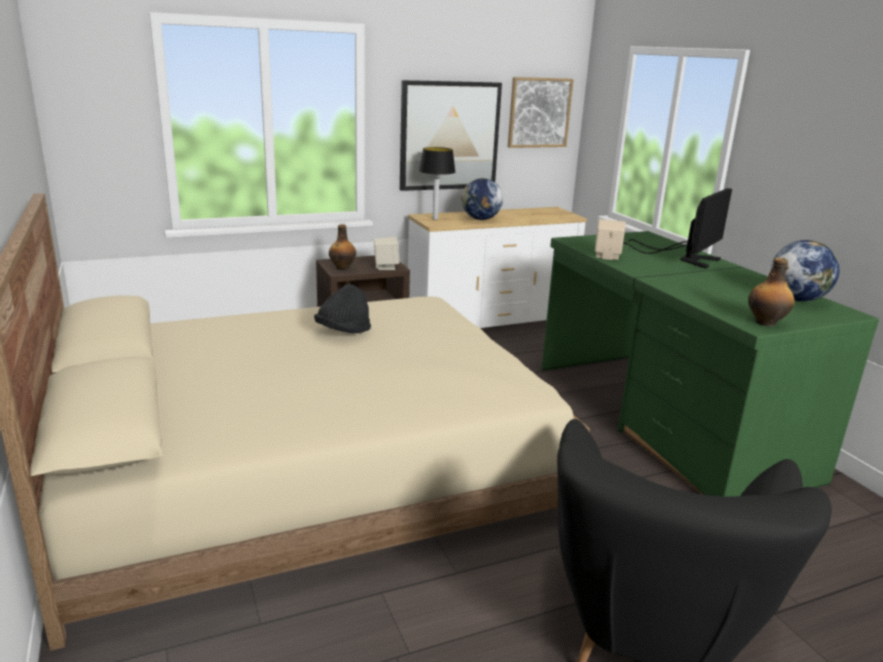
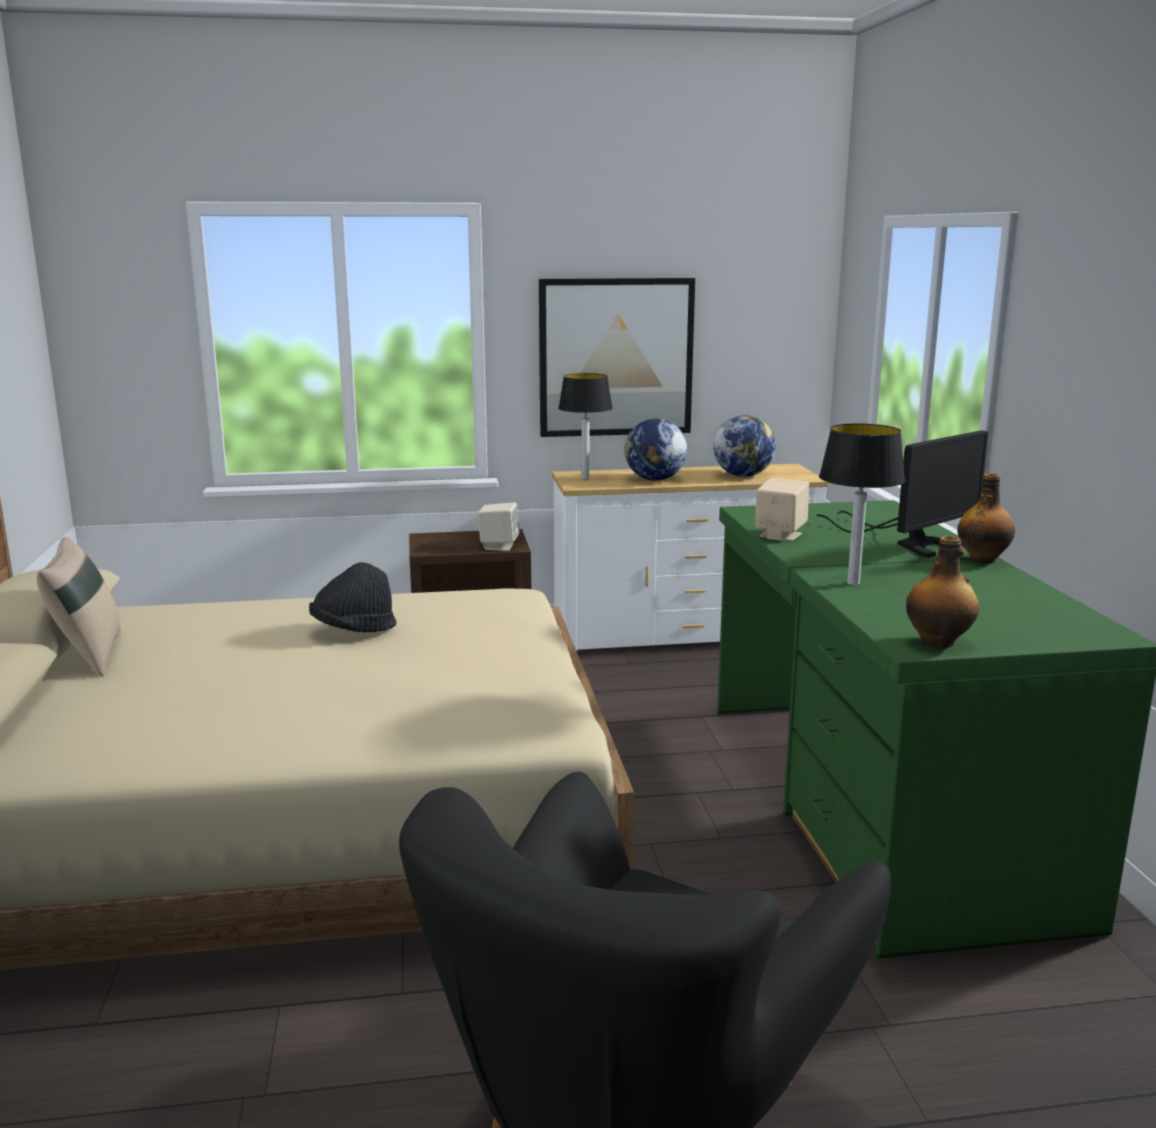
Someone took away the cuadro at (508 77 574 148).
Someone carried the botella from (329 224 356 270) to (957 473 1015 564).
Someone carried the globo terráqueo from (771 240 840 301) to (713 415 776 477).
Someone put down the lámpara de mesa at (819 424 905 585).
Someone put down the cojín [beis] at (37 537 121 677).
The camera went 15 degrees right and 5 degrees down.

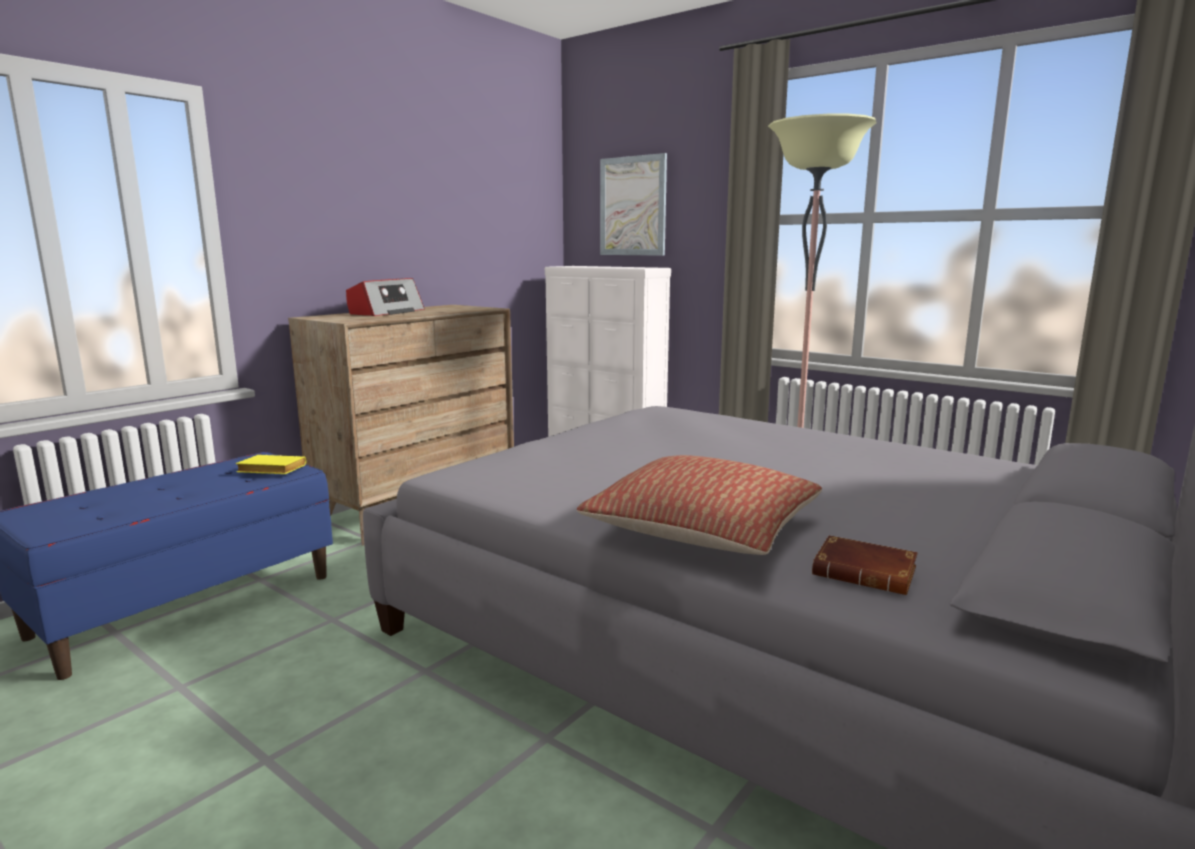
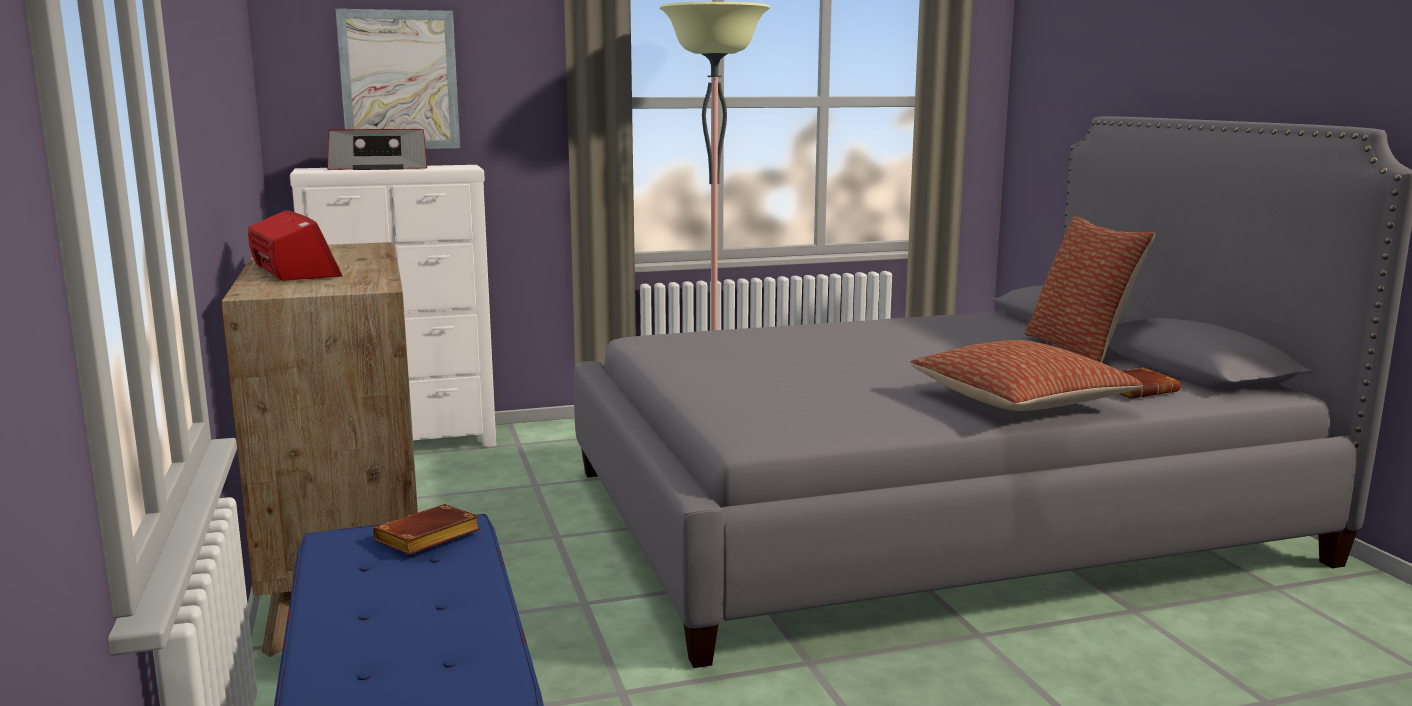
Someone repainted the libro [amarillo] at (236 455 306 474), which became the libro [marrón] at (373 504 480 555).
Someone put down the radio at (327 129 427 170).
Someone put down the cojín at (1025 216 1155 363).
The camera went 55 degrees left and 0 degrees up.

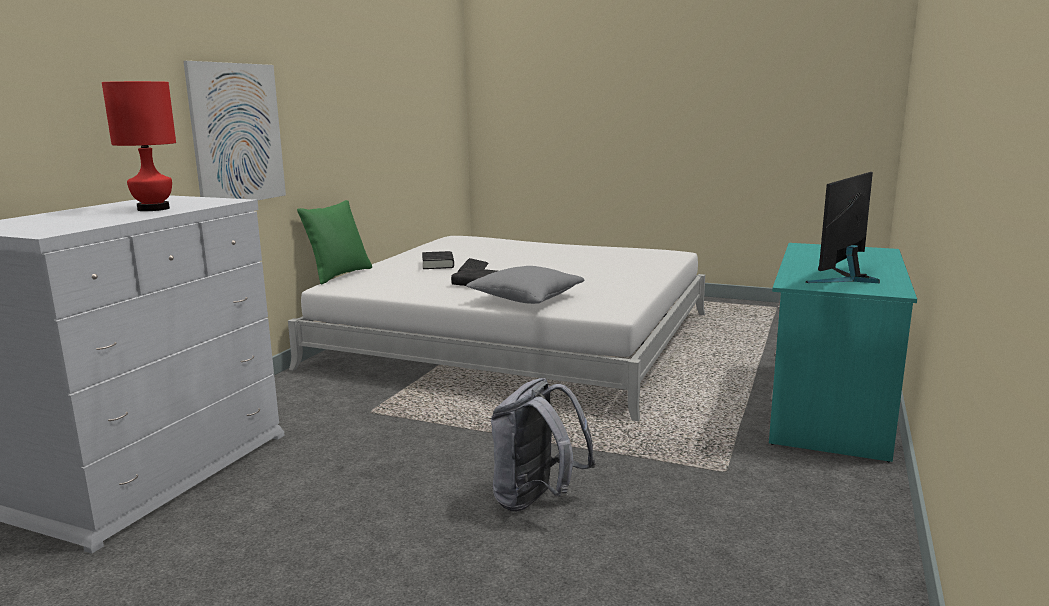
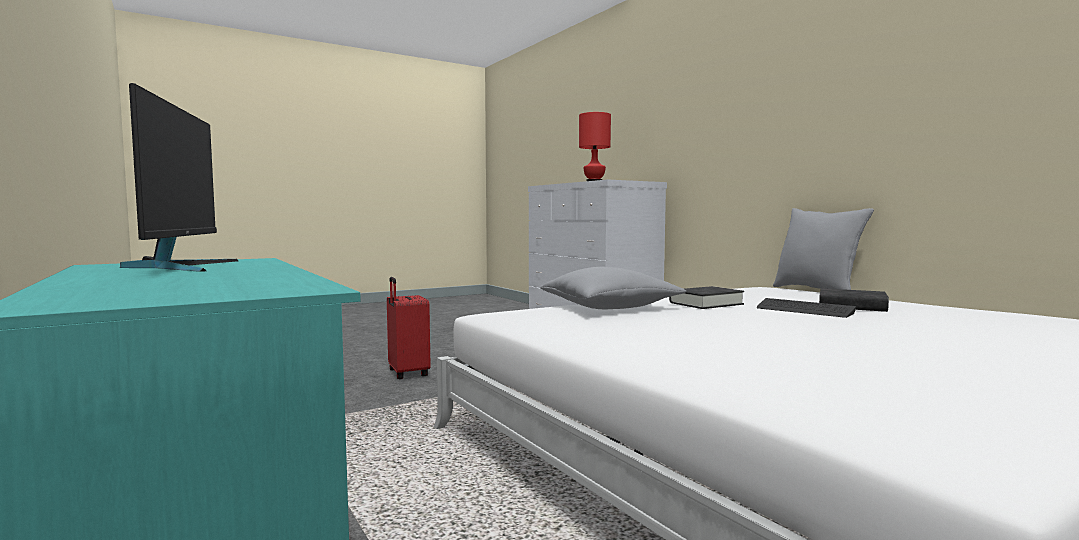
Someone took away the cuadro at (183 61 286 200).
Someone repainted the cojín [verde] at (297 200 372 284), which became the cojín [gris] at (773 208 874 290).
Someone swapped the mochila [gris] at (491 378 596 512) for the maleta [rojo] at (387 277 431 379).
The camera went 125 degrees right and 10 degrees down.

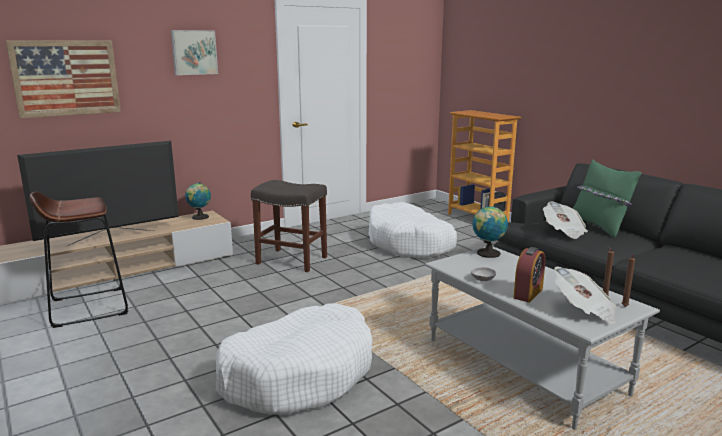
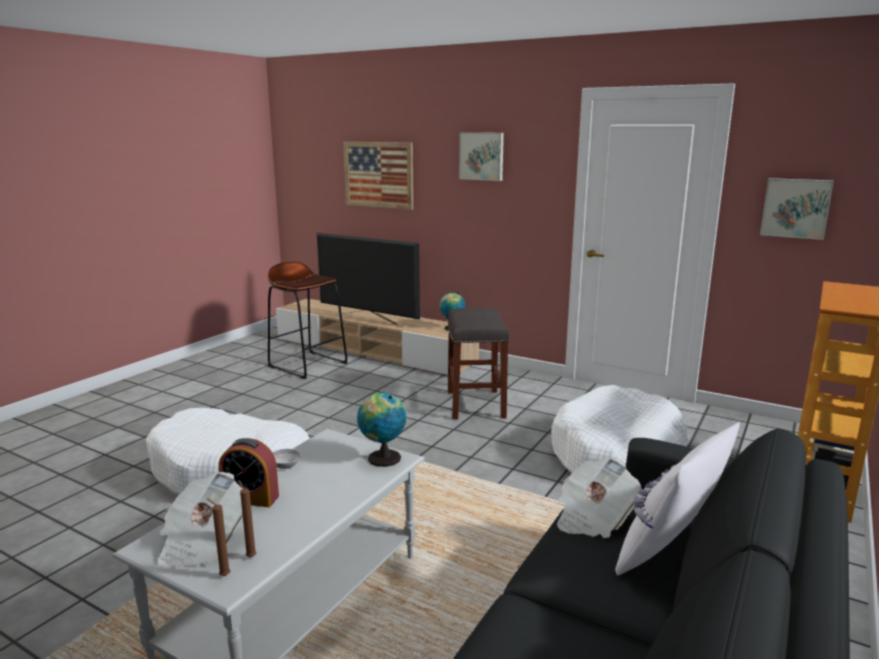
Someone repainted the cojín [verde] at (573 160 642 238), which became the cojín [blanco] at (615 422 740 575).
Someone put up the cuadro at (760 178 834 240).
The camera went 65 degrees right and 0 degrees up.

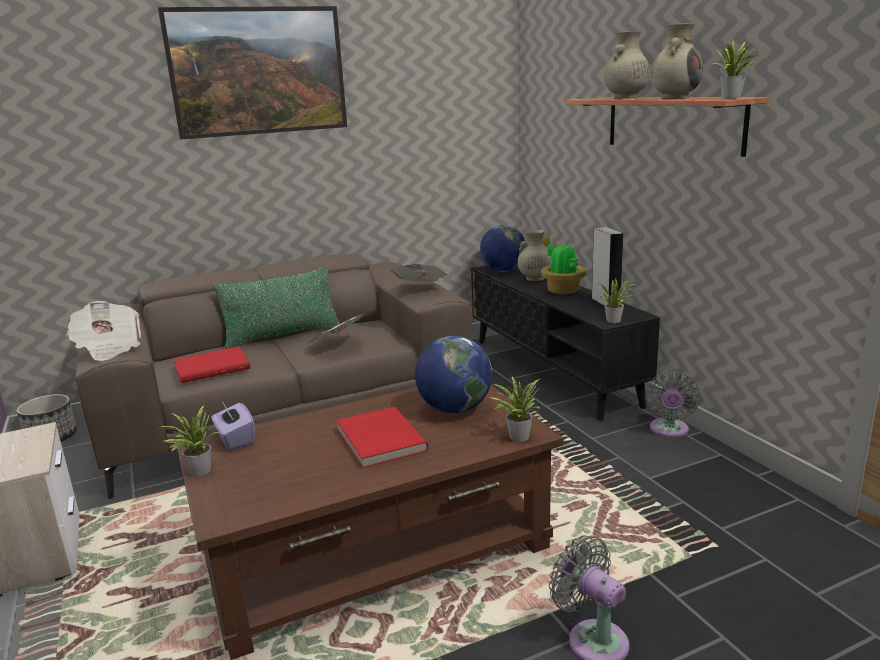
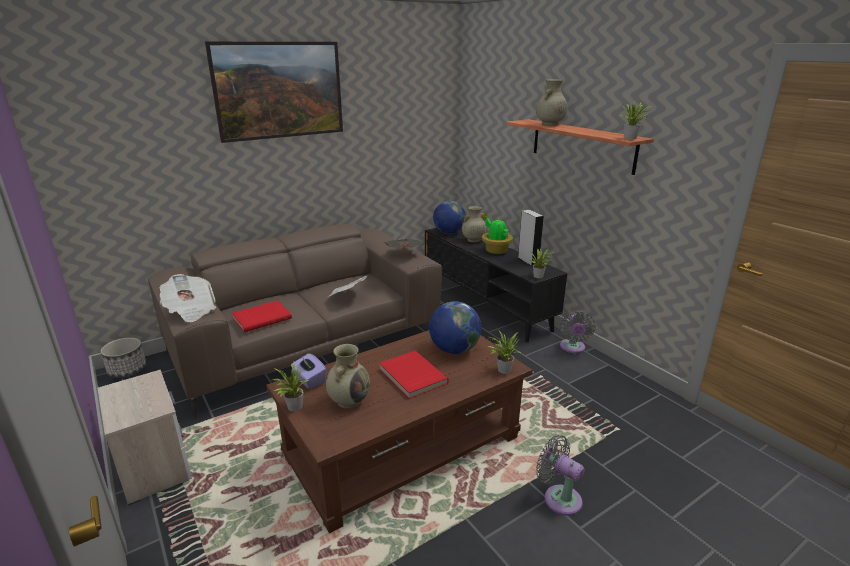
Someone carried the florero [beis] from (651 23 703 99) to (326 344 370 409).
Someone took away the cojín [verde] at (213 266 340 349).
The camera went 10 degrees left and 5 degrees up.

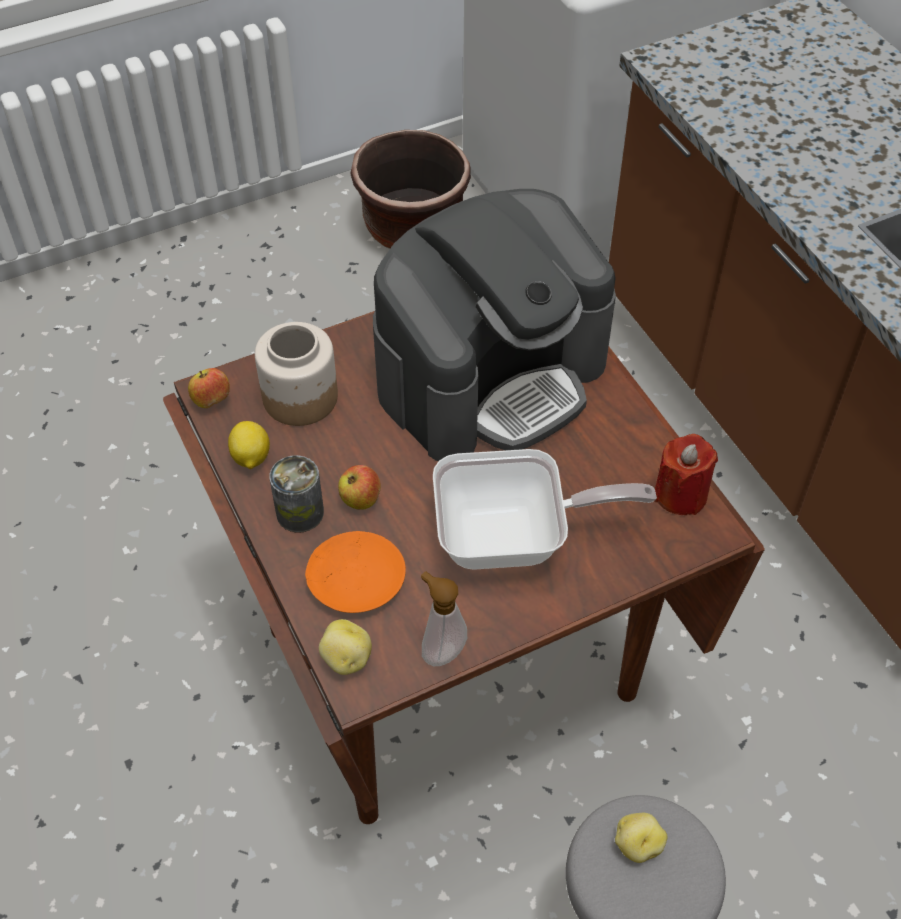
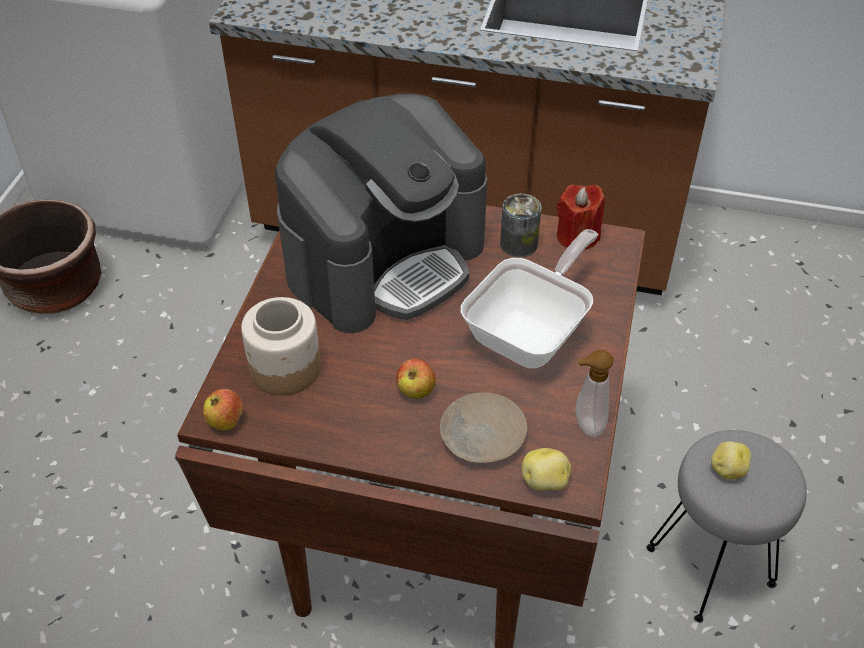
Someone rotated the cafetera at (373 189 616 461) by 45 degrees clockwise.
Someone took away the limón at (228 421 270 469).
Someone carried the lata from (269 455 324 533) to (500 194 542 257).
Someone repainted the plato [naranja] at (305 531 406 613), which became the plato [beis] at (440 392 527 463).
The camera went 50 degrees left and 5 degrees down.

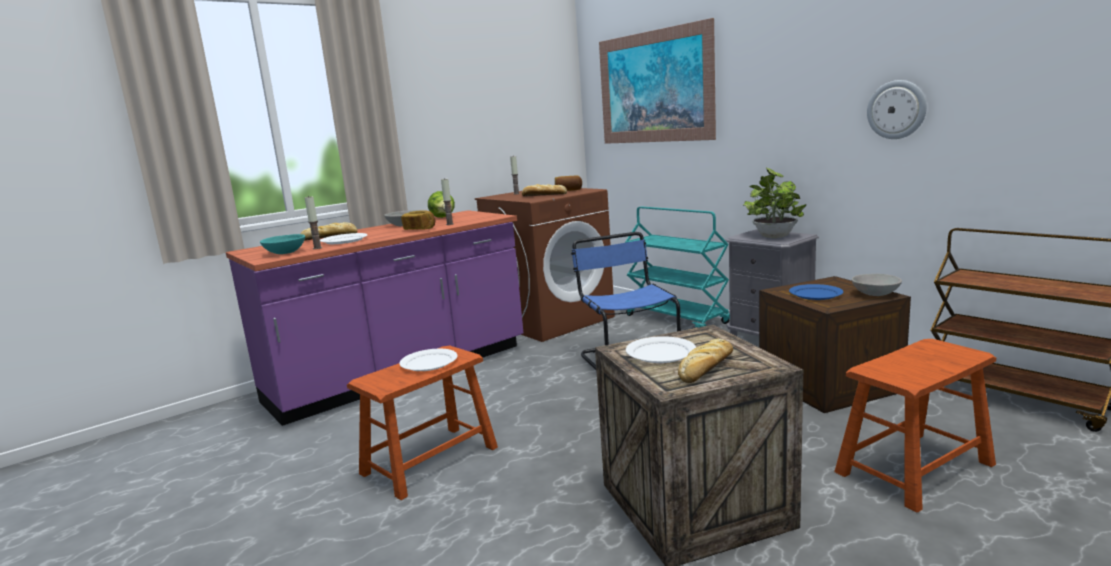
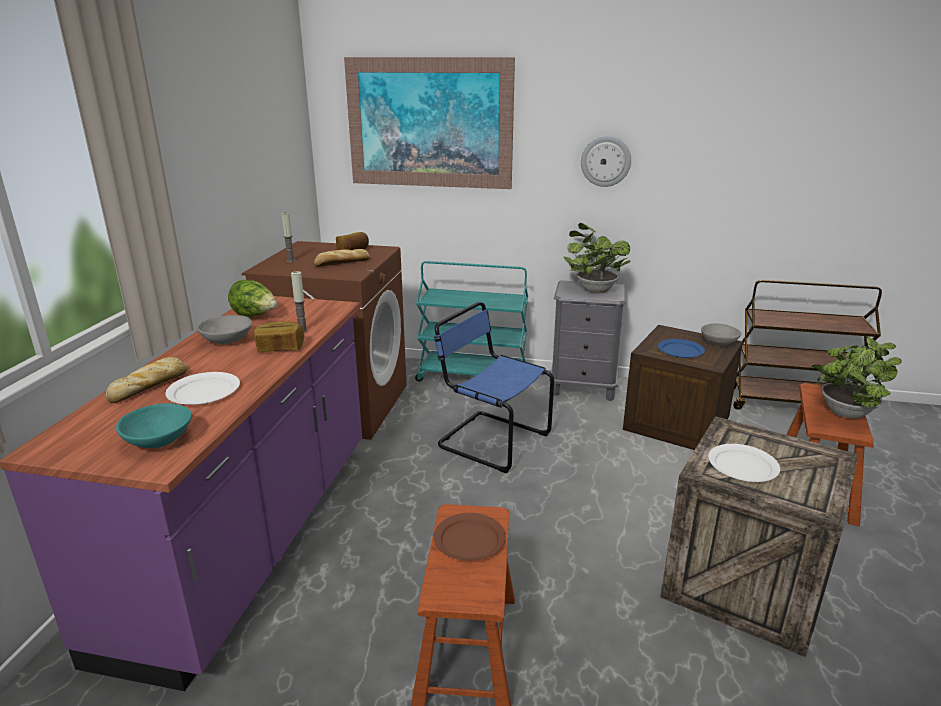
Someone carried the reloj de pared from (867 80 927 139) to (581 136 631 187).
Someone took away the vela at (305 195 322 249).
Someone took away the pan at (678 339 733 383).
Someone repainted the plato [blanco] at (399 349 458 371), which became the plato [marrón] at (434 513 506 561).
Someone put down the planta en maceta at (812 337 902 419).
The camera went 40 degrees left and 10 degrees up.

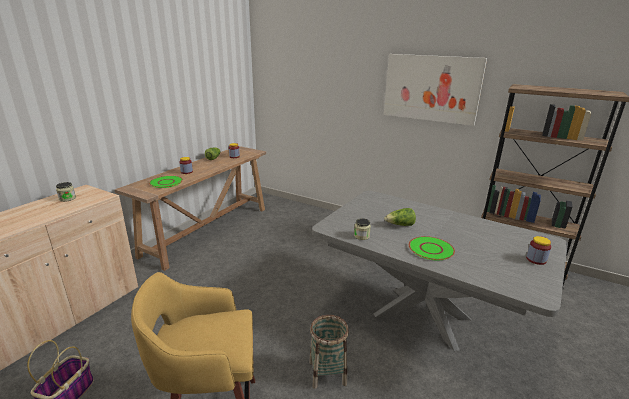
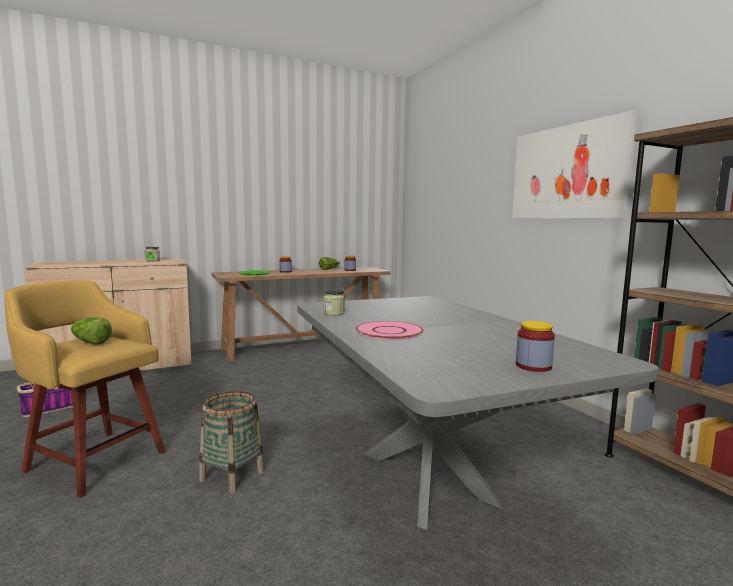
Someone carried the lechuga from (384 208 416 226) to (71 317 112 345).
Someone repainted the plato [verde] at (409 236 455 261), which became the plato [rosa] at (356 321 423 340).
The camera went 35 degrees right and 15 degrees down.

